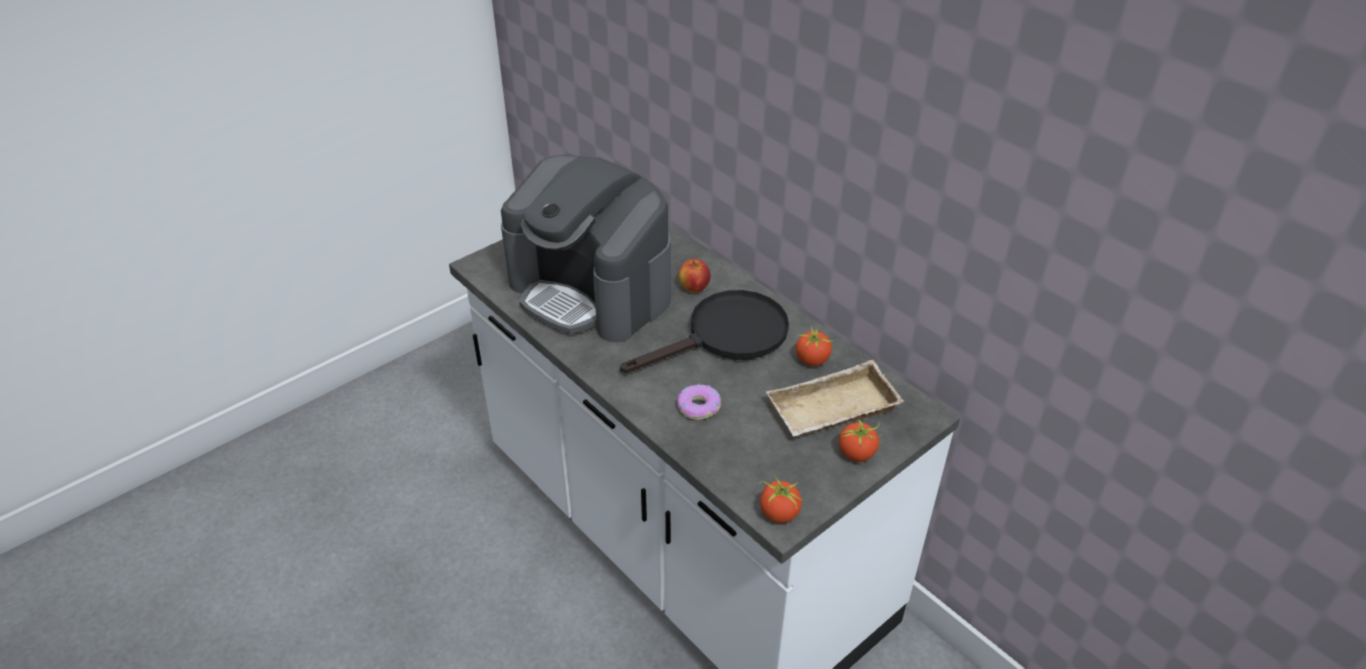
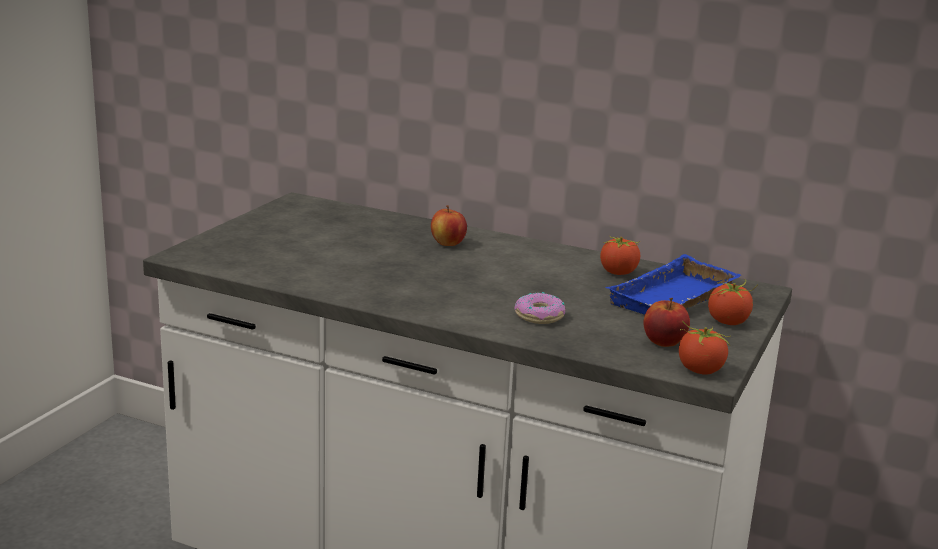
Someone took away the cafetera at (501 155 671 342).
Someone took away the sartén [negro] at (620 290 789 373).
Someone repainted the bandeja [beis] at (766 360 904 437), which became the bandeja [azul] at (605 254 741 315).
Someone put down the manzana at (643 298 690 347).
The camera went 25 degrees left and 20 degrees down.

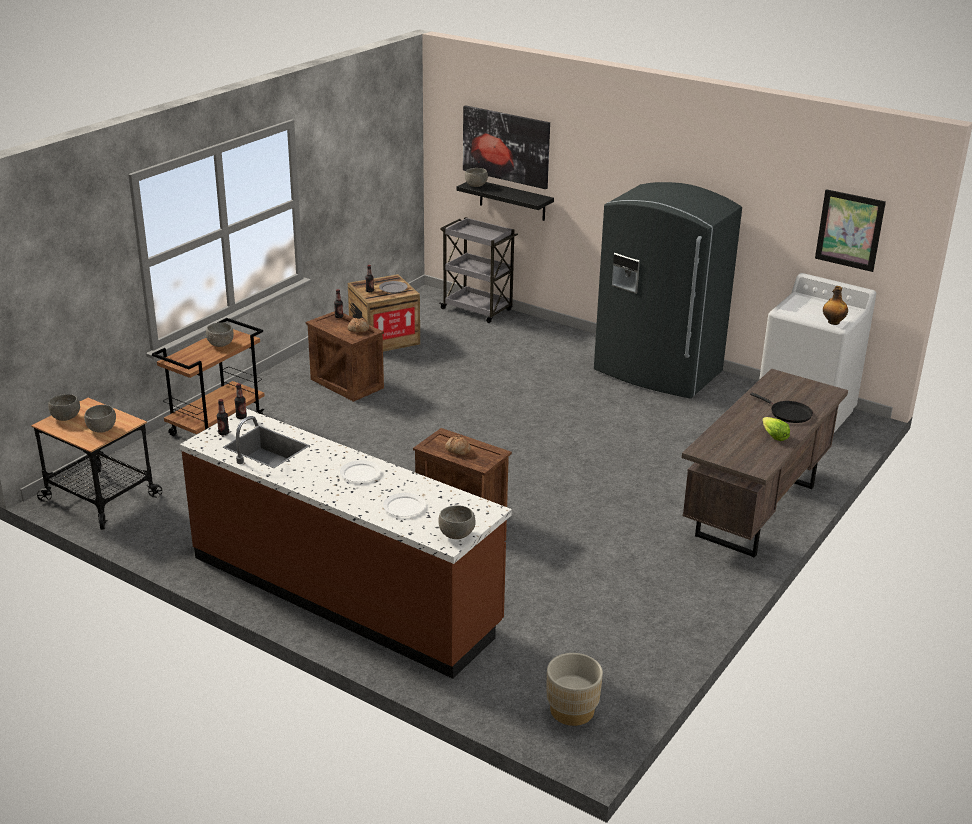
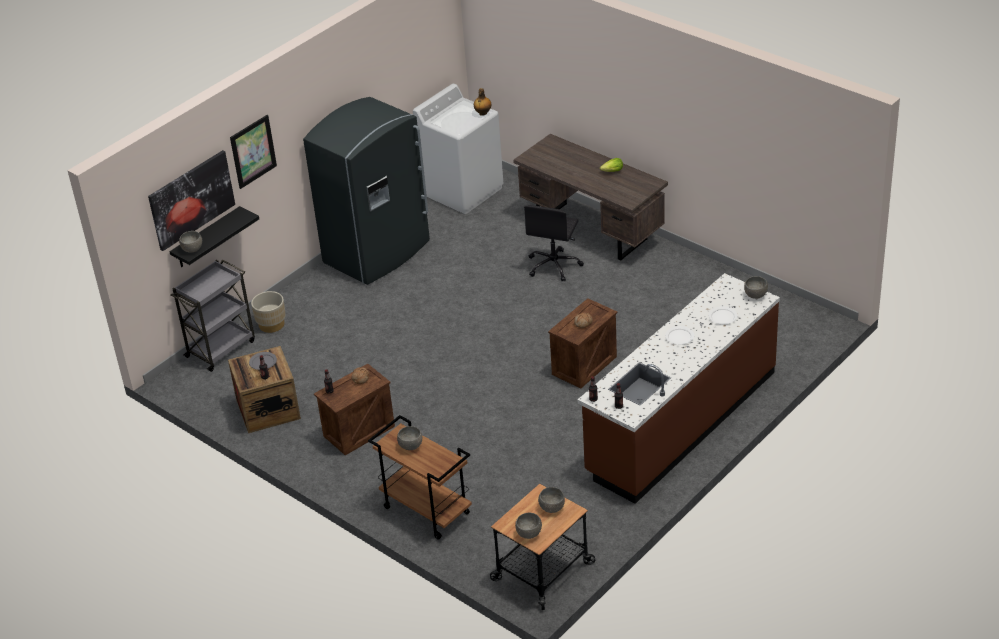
Someone carried the cuadro from (815 189 886 272) to (230 115 277 189).
Someone took away the sartén [negro] at (750 392 813 423).
Someone carried the maceta [beis] from (547 653 603 726) to (251 291 286 333).
Someone put down the silla de oficina [negro] at (524 205 584 282).
The camera went 80 degrees left and 10 degrees up.

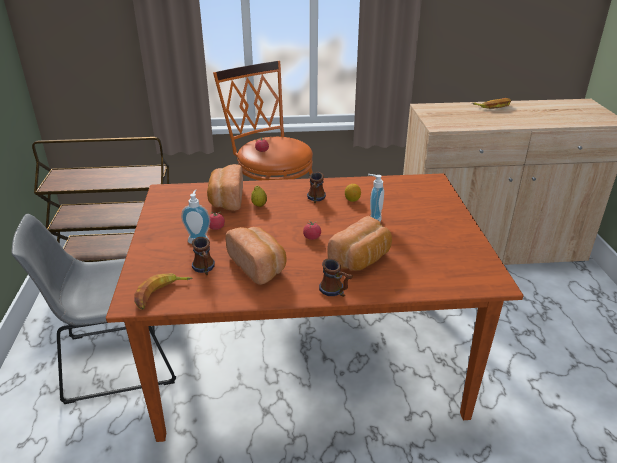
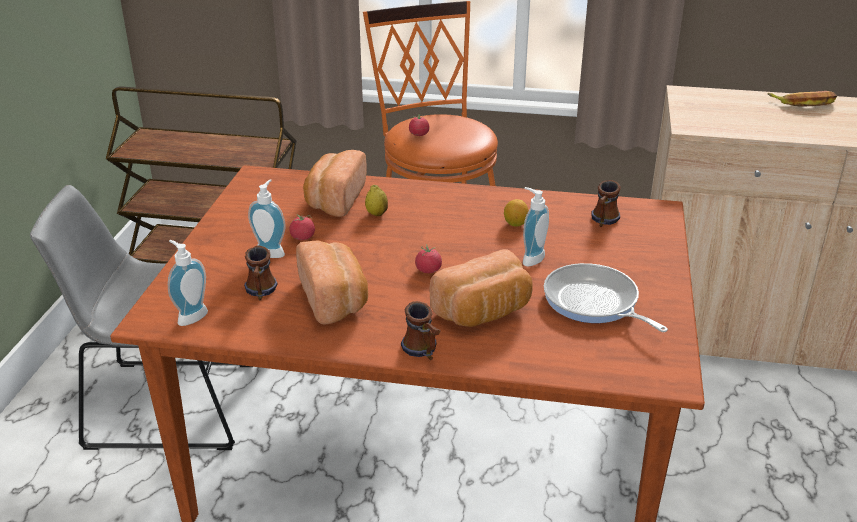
Someone carried the taza grande from (307 172 326 203) to (592 180 621 227).
Someone swapped the plátano at (135 273 192 310) for the dispensador de jabón at (168 240 208 326).
Someone put down the sartén at (544 263 668 332).
The camera went 15 degrees right and 0 degrees up.

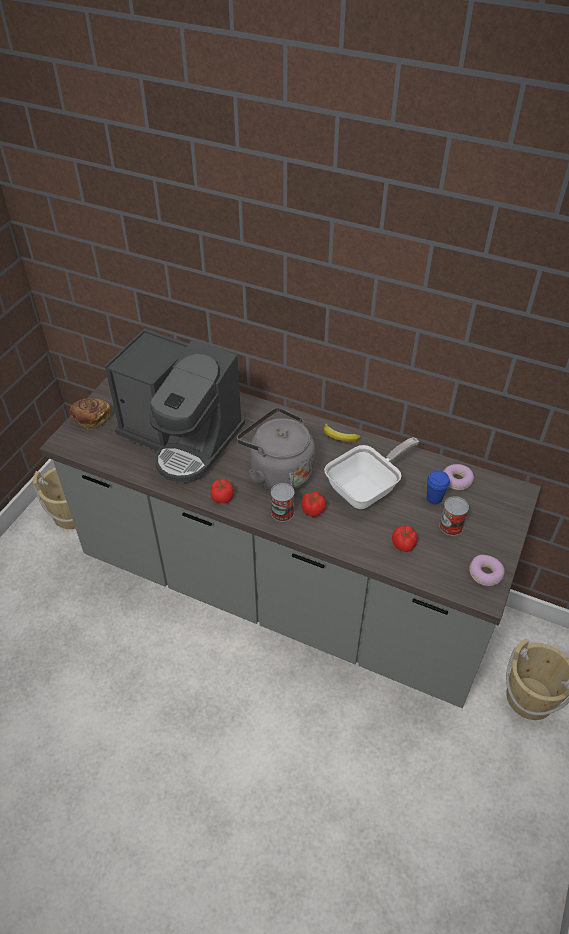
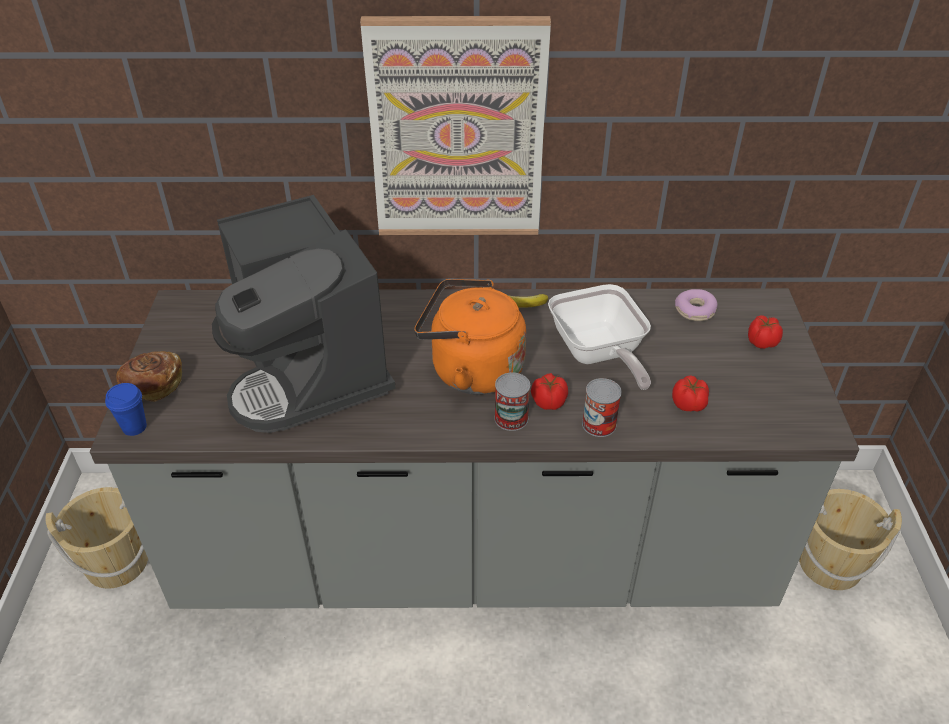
Someone rotated the cafetera at (105 328 245 483) by 60 degrees clockwise.
Someone repainted the hervidor [gris] at (237 408 315 490), which became the hervidor [naranja] at (414 279 526 395).
Someone rotated the sartén at (324 437 419 509) by 135 degrees clockwise.
Someone carried the taza [azul] from (427 470 450 504) to (105 383 147 436).
Someone carried the tomate from (211 478 234 503) to (748 315 783 349).
Someone carried the lata from (439 496 469 536) to (582 378 622 437).
Someone took away the rosquilla at (469 555 505 586).
Someone put up the cuadro at (360 16 551 235).
The camera went 25 degrees left and 5 degrees down.

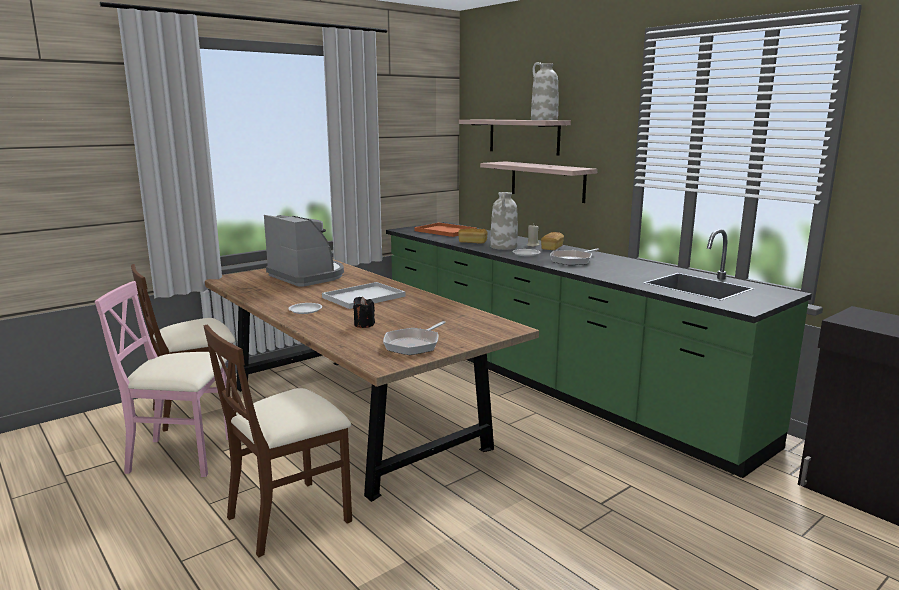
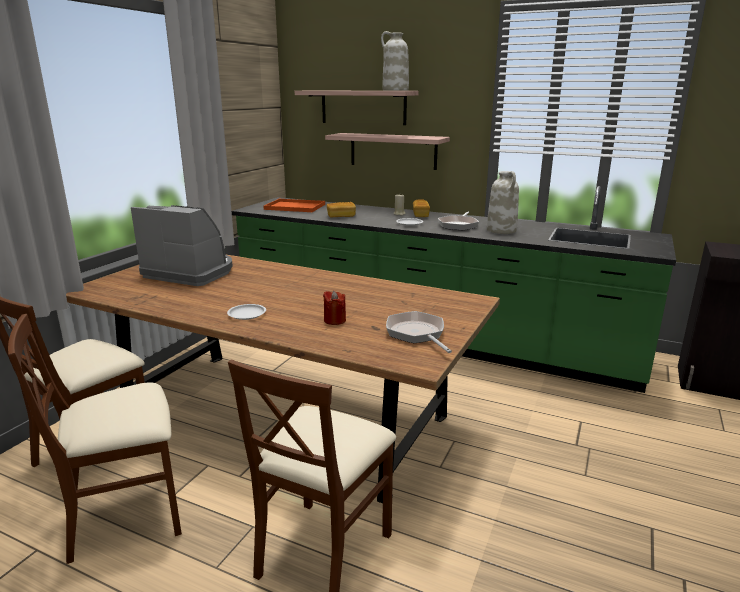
Someone carried the florero [blanco] from (490 192 518 250) to (487 171 519 234).
Someone repainted the silla [rosa] at (95 281 228 477), which became the silla [marrón] at (8 314 182 564).
Someone took away the bandeja [blanco] at (322 282 406 309).
Someone repainted the vela [negro] at (353 297 375 328), which became the vela [rojo] at (323 290 346 325).
Someone rotated the sartén at (383 321 446 355) by 150 degrees clockwise.
The camera went 25 degrees left and 5 degrees up.

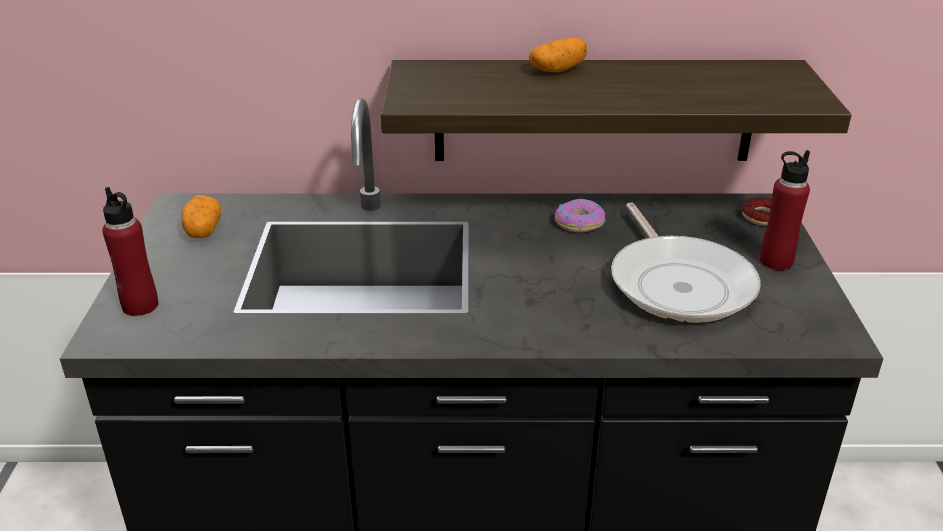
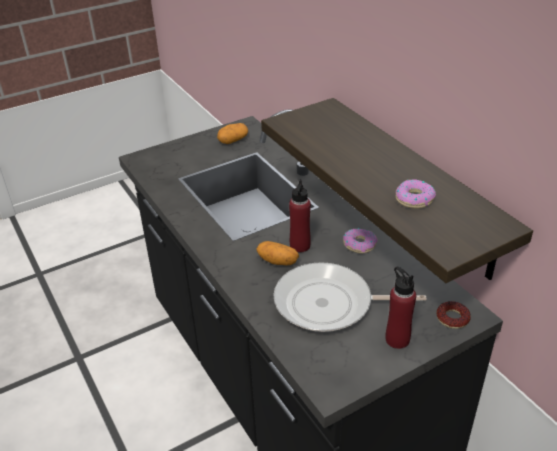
Someone carried the patata from (529 37 587 72) to (257 241 299 265).
Someone carried the botella [rojo] from (102 187 158 316) to (289 179 311 252).
Someone rotated the sartén at (611 202 761 323) by 45 degrees clockwise.
Someone put down the rosquilla at (396 179 436 209).
The camera went 60 degrees right and 5 degrees up.

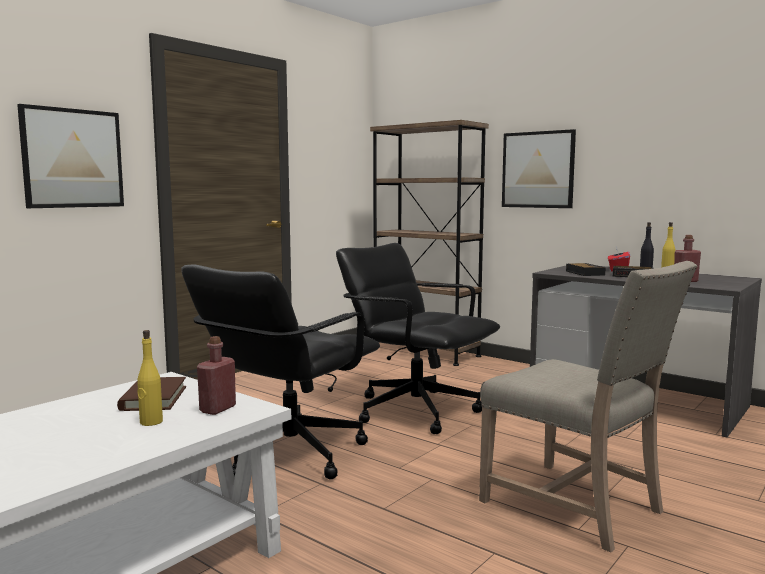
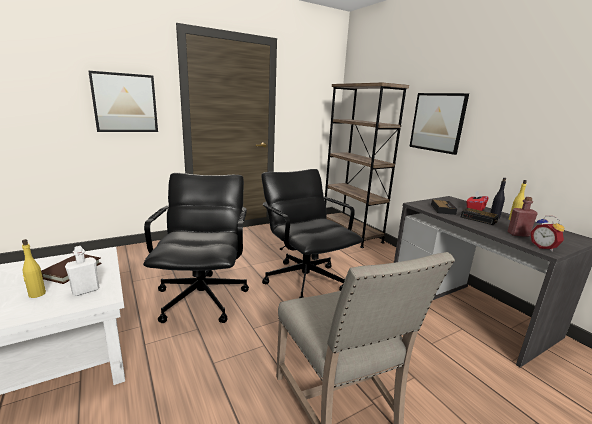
Someone rotated the silla de oficina [negro] at (181 264 380 480) by 120 degrees clockwise.
Someone repainted the botella [rojo] at (197 336 236 415), which became the botella [blanco] at (65 246 99 296).
Someone put down the despertador at (530 215 564 251).
The camera went 20 degrees right and 10 degrees up.

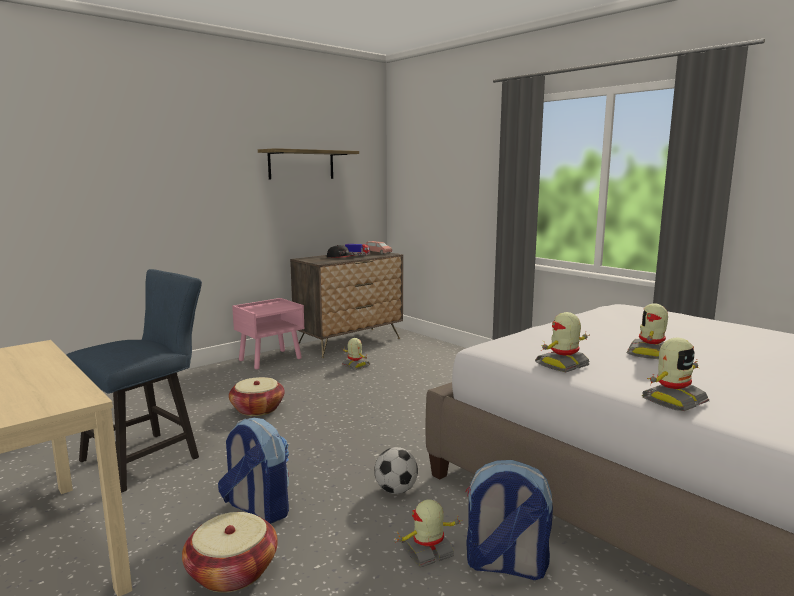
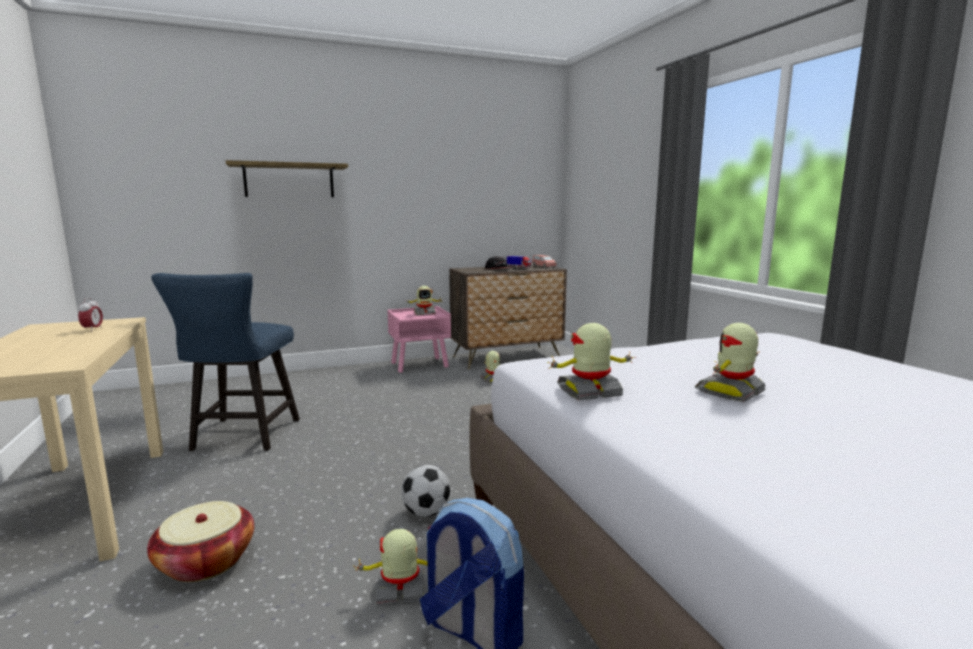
Someone carried the estante from (258 148 359 179) to (226 160 348 197).
Someone rotated the silla [azul] at (66 269 202 493) by 120 degrees clockwise.
Someone carried the robot de juguete from (642 337 709 411) to (406 286 443 315).
Someone took away the cesta at (229 377 285 416).
Someone took away the mochila at (218 418 289 524).
Someone put down the despertador at (78 298 103 330).
The camera went 20 degrees right and 0 degrees up.

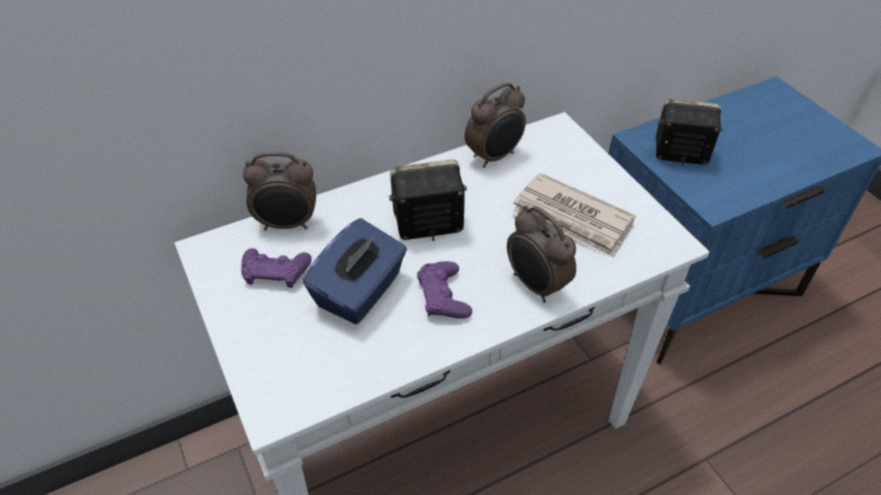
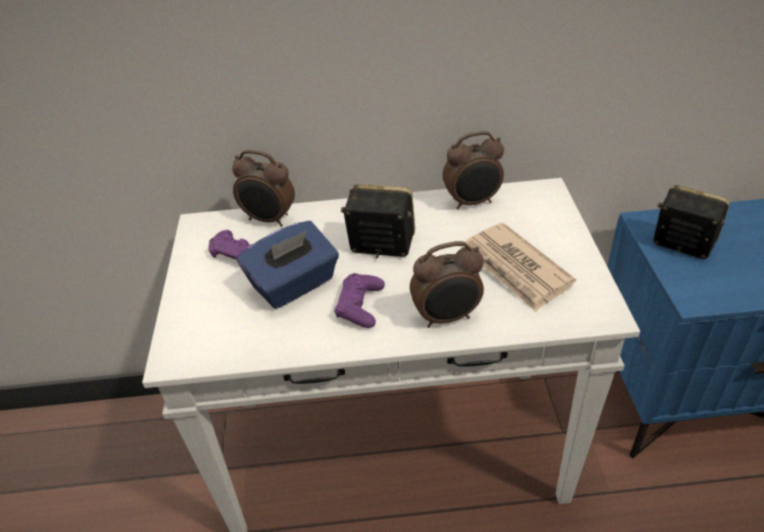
Someone rotated the despertador at (507 205 576 303) by 90 degrees counterclockwise.
The camera went 25 degrees right and 5 degrees down.

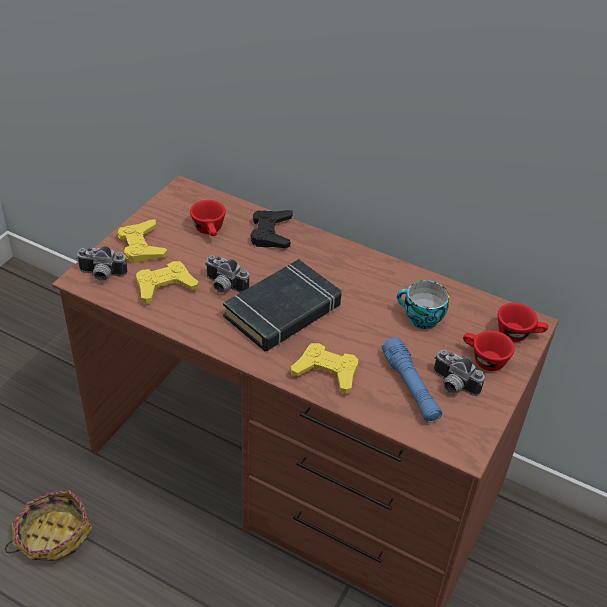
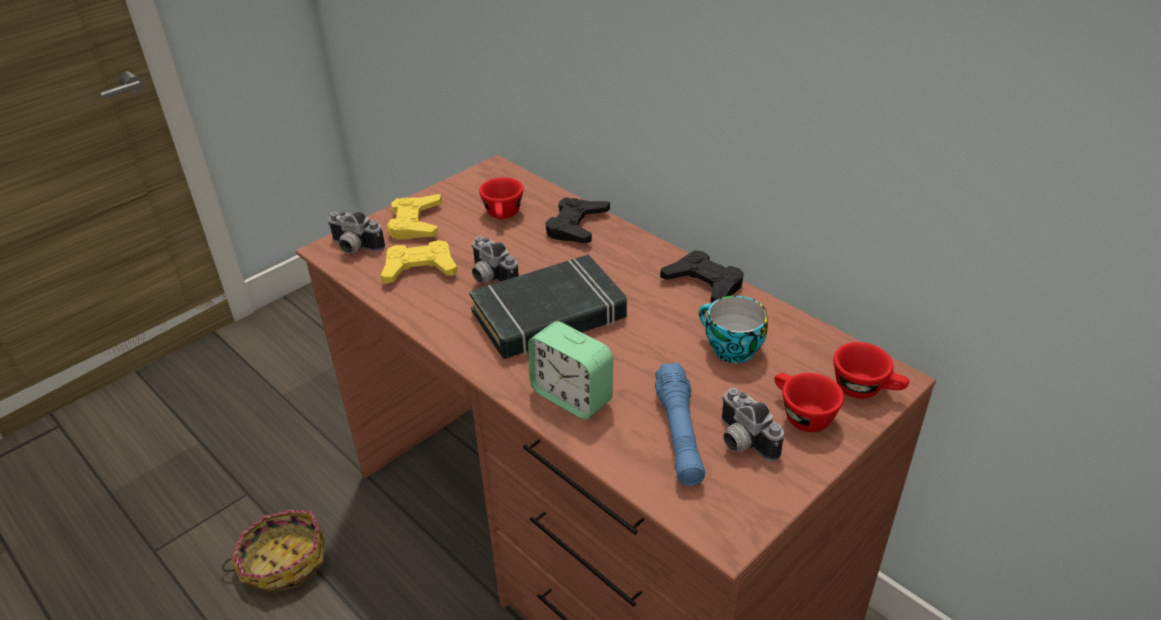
Someone swapped the mando de consola [amarillo] at (290 343 358 394) for the despertador at (528 321 613 419).
Someone put down the mando de consola [negro] at (660 250 744 303).
The camera went 20 degrees right and 5 degrees down.

